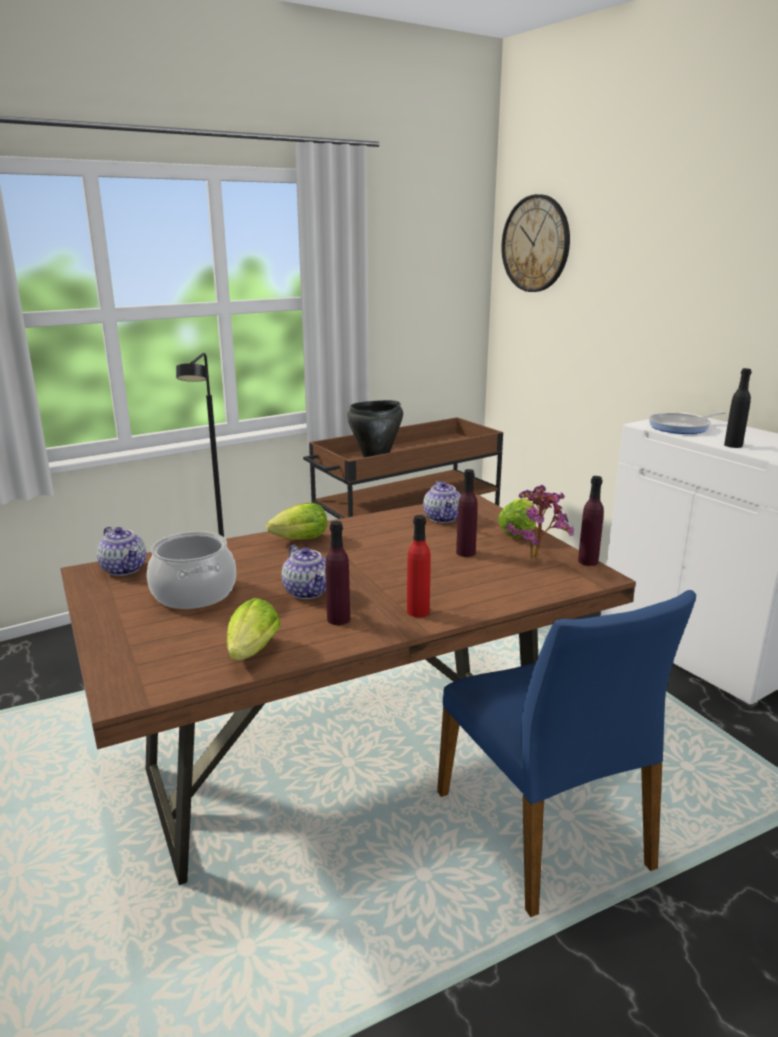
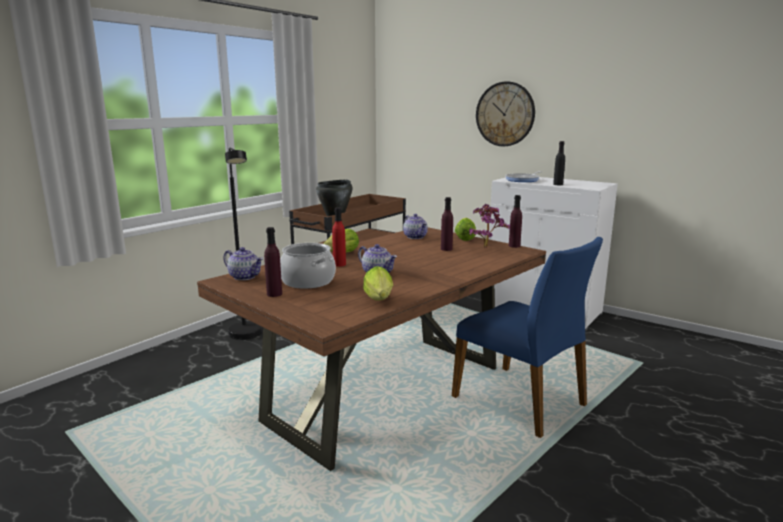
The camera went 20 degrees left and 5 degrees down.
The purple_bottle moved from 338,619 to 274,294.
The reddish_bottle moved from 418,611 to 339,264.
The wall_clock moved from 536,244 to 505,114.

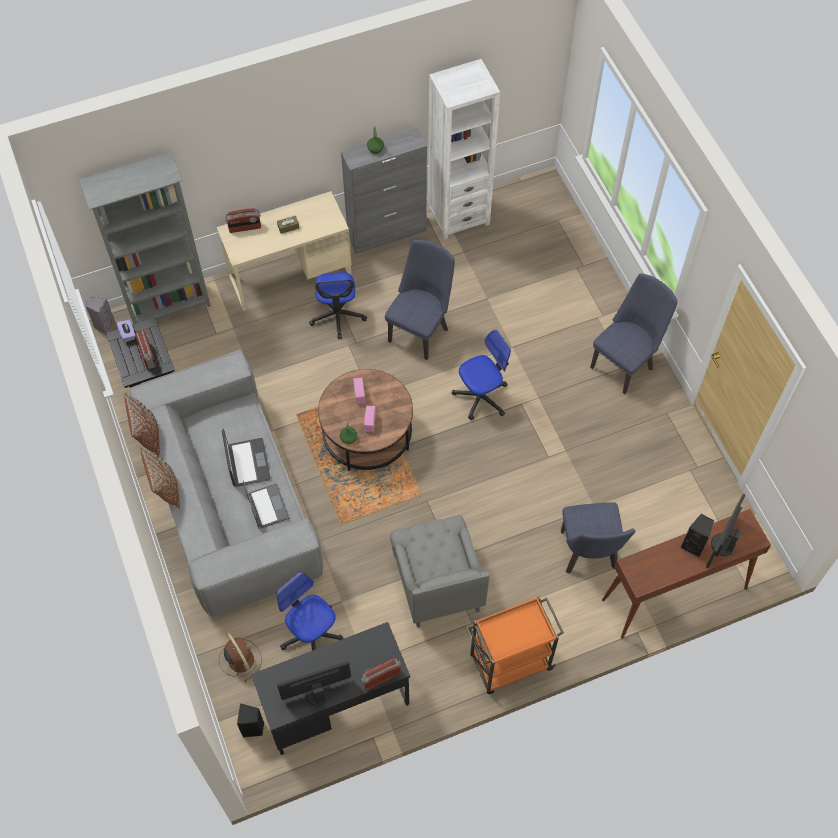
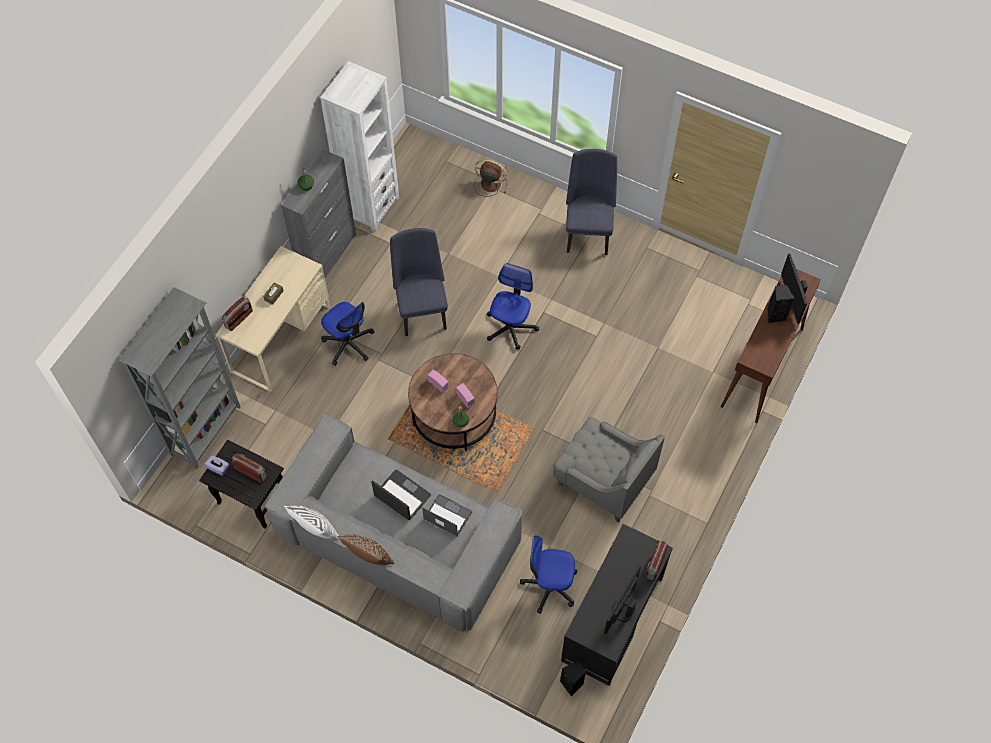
The camera went 40 degrees left and 0 degrees up.
The gray_speaker at 104,326 disappeared.
The brown-coloured_pillow at 148,435 became the white-coloured_pillow at 316,530.
The brown-coloured_electric_fan moved from 240,659 to 489,184.
The orange_trolley at 509,663 disappeared.
The blue-coloured_upright_chair at 589,555 disappeared.

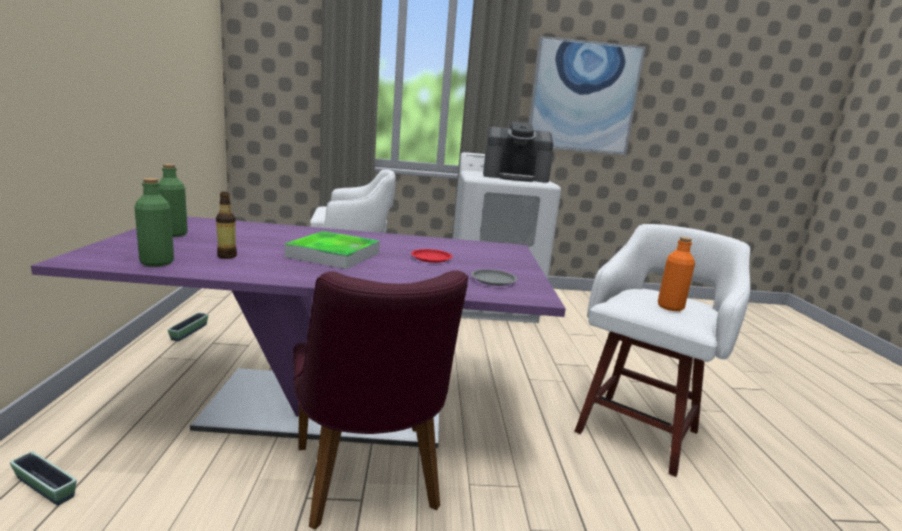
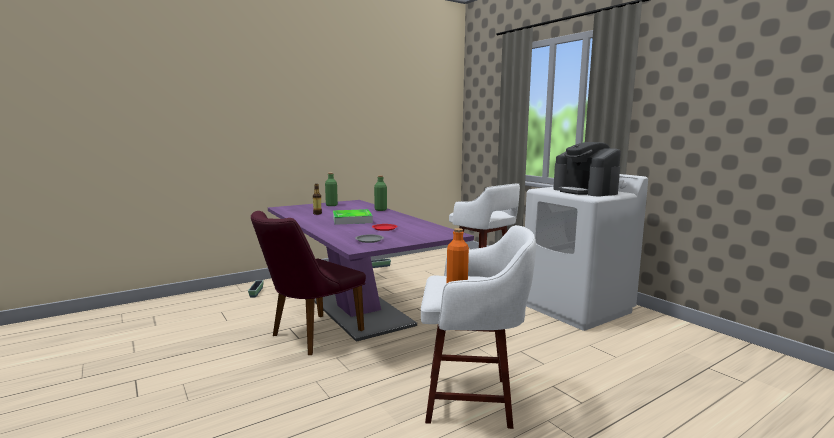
The camera went 60 degrees right and 5 degrees down.
The greenish_bottle moved from 157,263 to 380,210.
The picture at 583,97 disappeared.

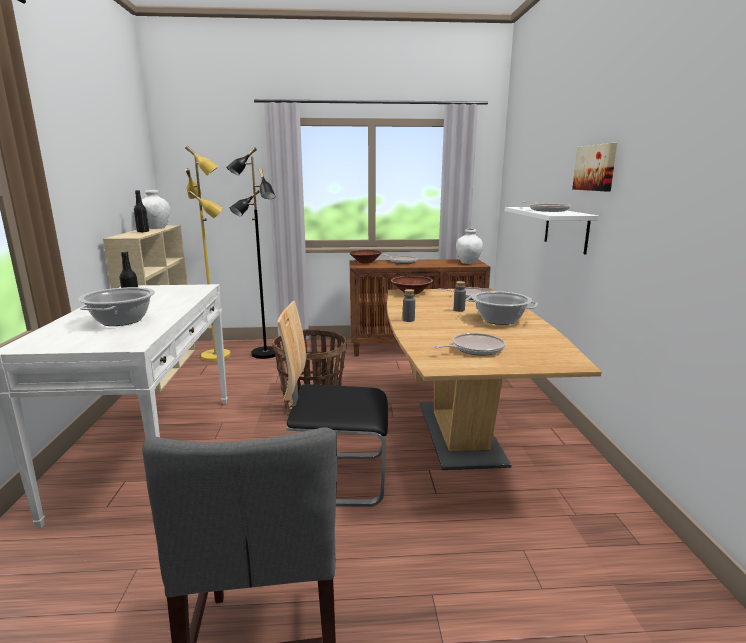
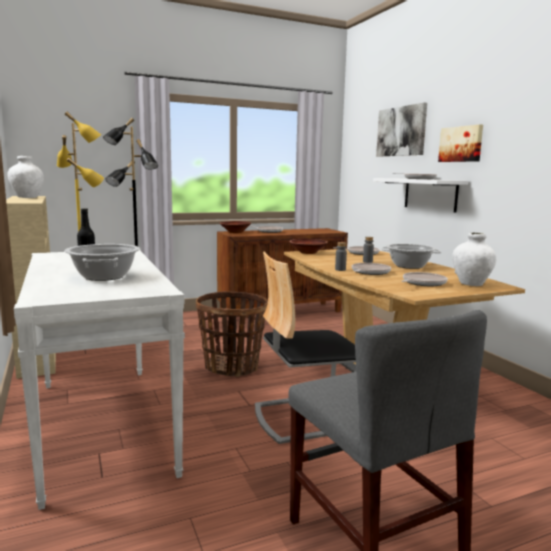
The camera went 20 degrees left and 5 degrees down.
The black_bottle at 143,232 disappeared.
The white-coloured_flower_vase moved from 468,263 to 471,284.
The frying_pan at 369,272 appeared.
The picture at 401,131 appeared.

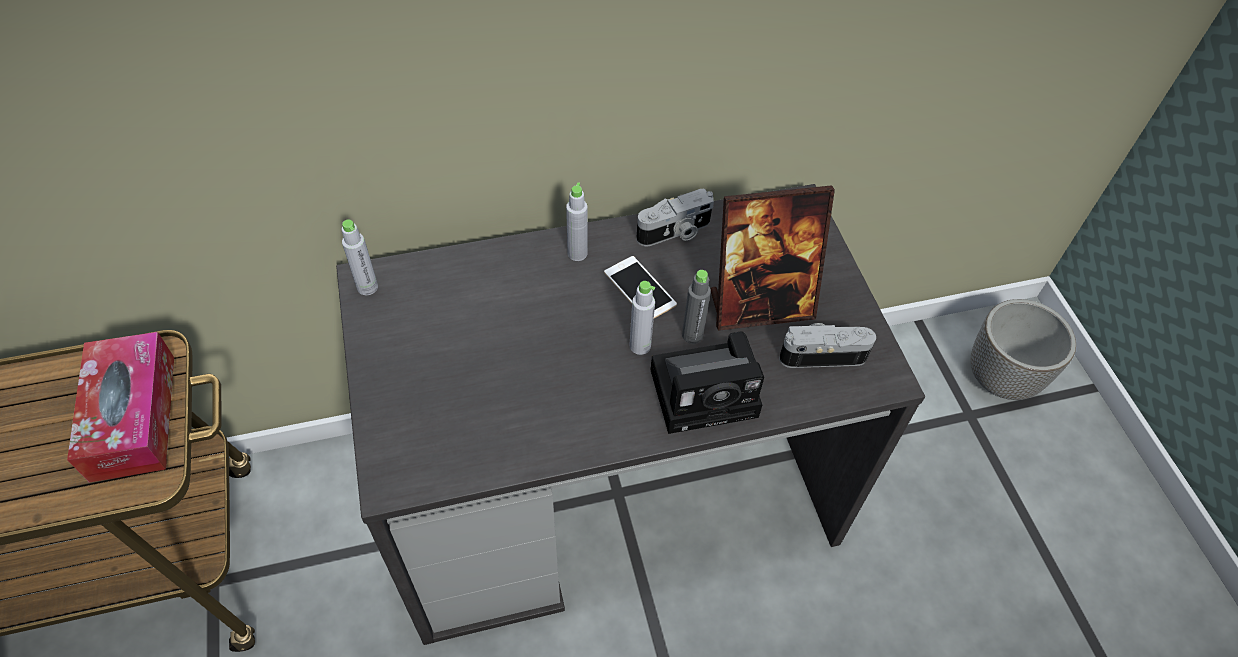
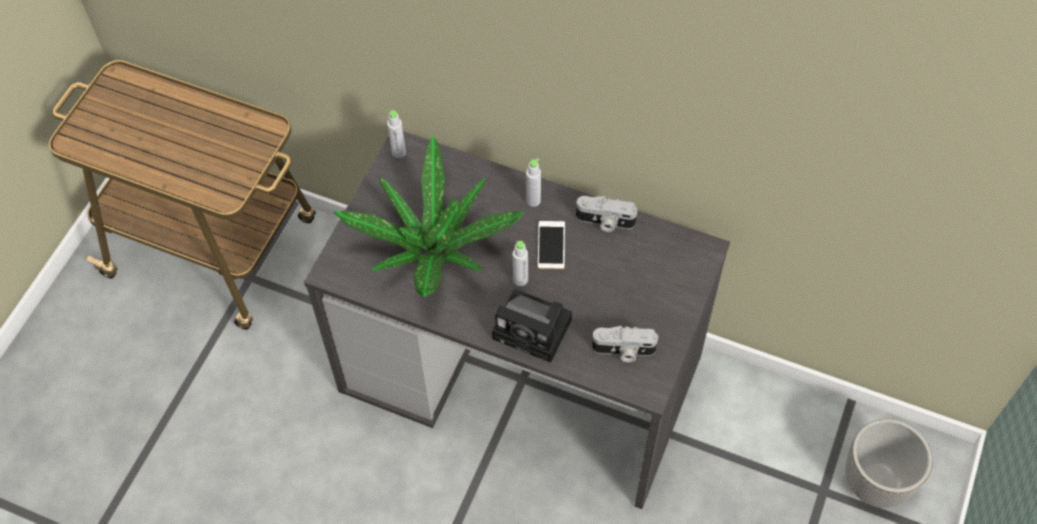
The camera went 40 degrees right and 5 degrees up.
The box_of_tissues at 133,417 disappeared.
The gray_bottle at 692,335 disappeared.
The standing_frame at 760,306 disappeared.
The photo_camera at 822,353 turned 150 degrees clockwise.
The plant_in_a_pot at 433,248 appeared.

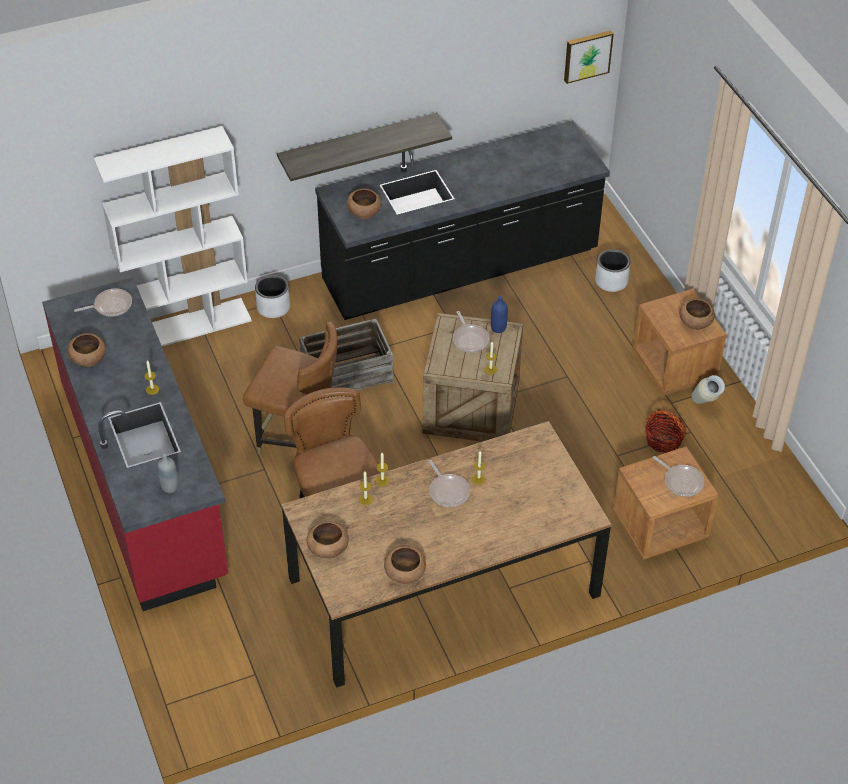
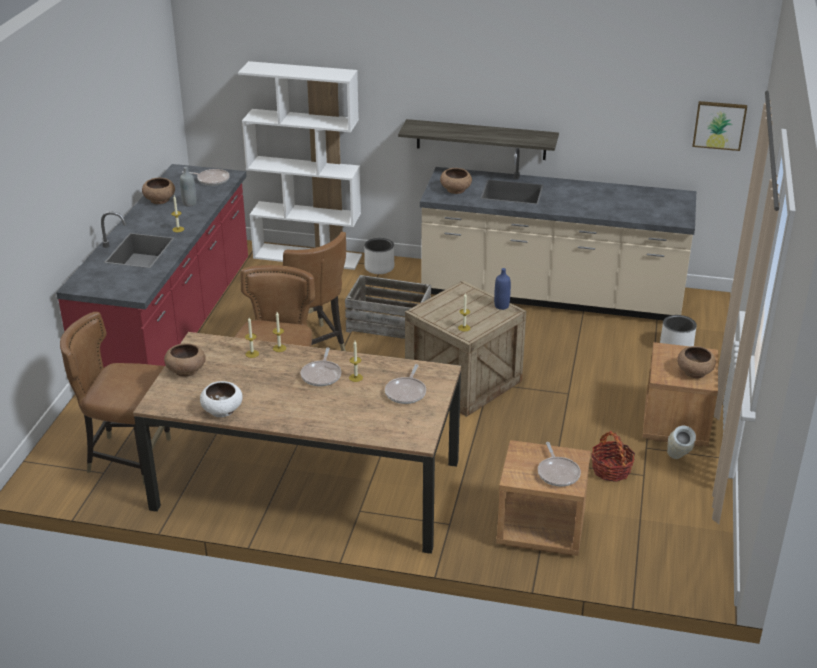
The camera went 35 degrees right and 15 degrees down.
The gray_bottle moved from 170,487 to 189,203.
The black_kitchen_counter at 460,268 became the beige_kitchen_counter at 551,295.
The brown-coloured_serving_bowl at 405,573 became the white-coloured_serving_bowl at 222,410.
The frying_pan moved from 470,339 to 406,392.
The brown-coloured_upright_chair at 129,457 appeared.

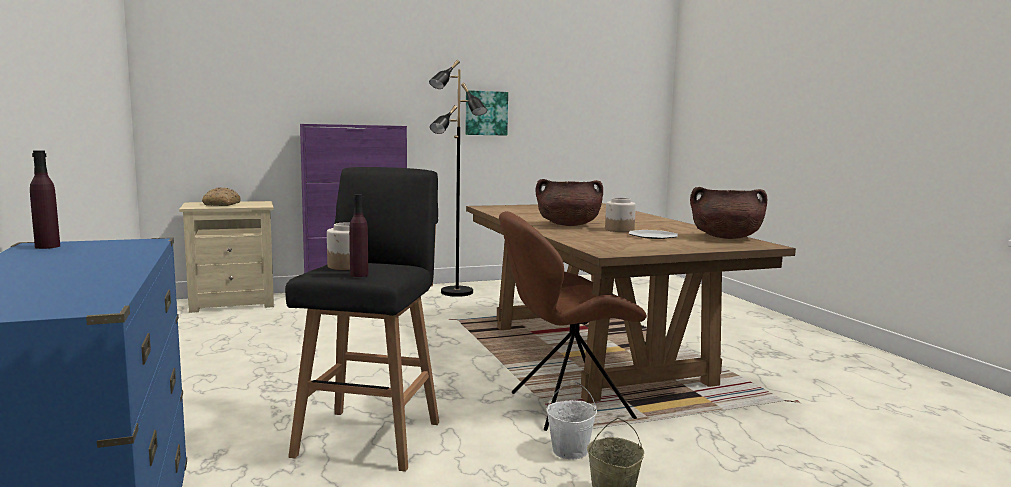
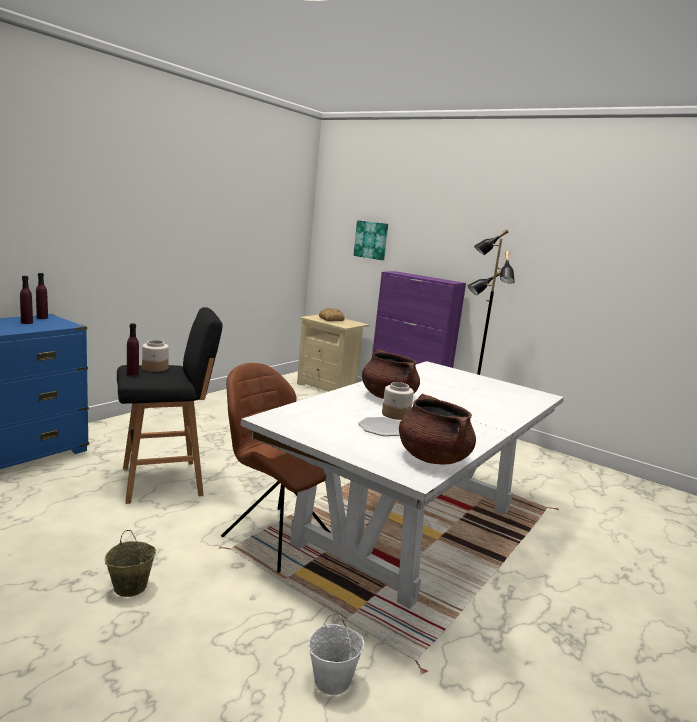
The camera went 55 degrees right and 5 degrees up.
The picture moved from 486,113 to 371,240.
The brown-coloured_kitchen_table at 594,353 became the white-coloured_kitchen_table at 409,525.
The white-coloured_water_bucket moved from 570,451 to 333,680.
The purple_bottle at 27,322 appeared.

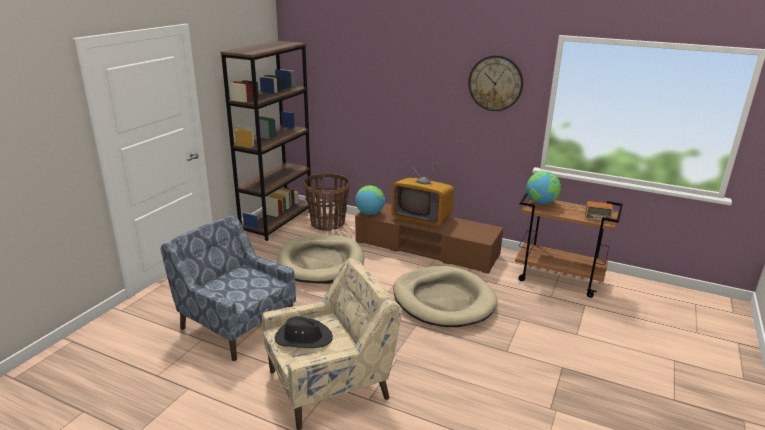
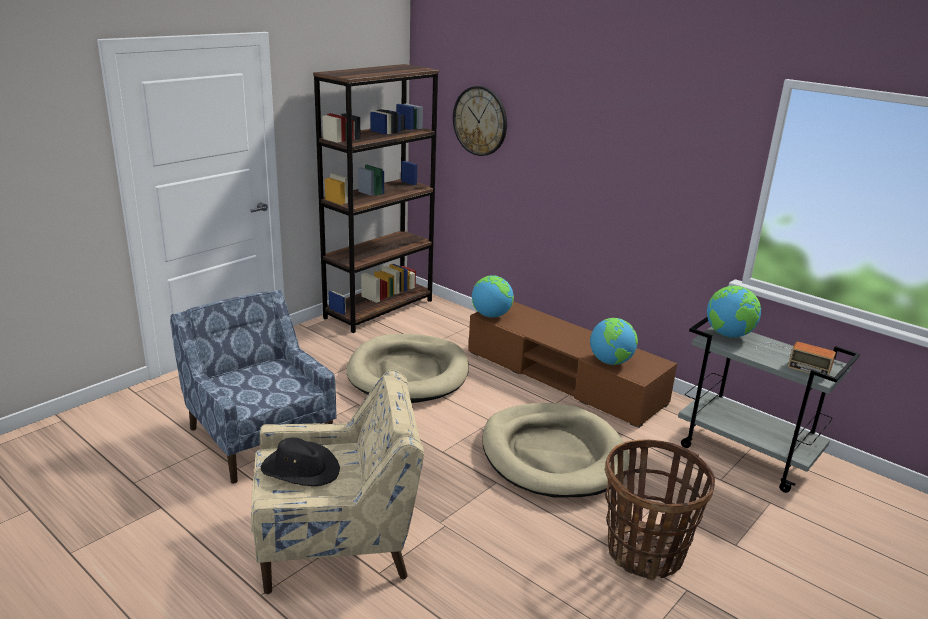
The camera went 15 degrees right and 0 degrees up.
The basket moved from 328,223 to 645,552.
The television at 422,217 disappeared.
The wall_clock moved from 495,83 to 480,121.
The brown-coloured_trolley at 559,278 became the gray_trolley at 747,454.
The globe at 611,362 appeared.

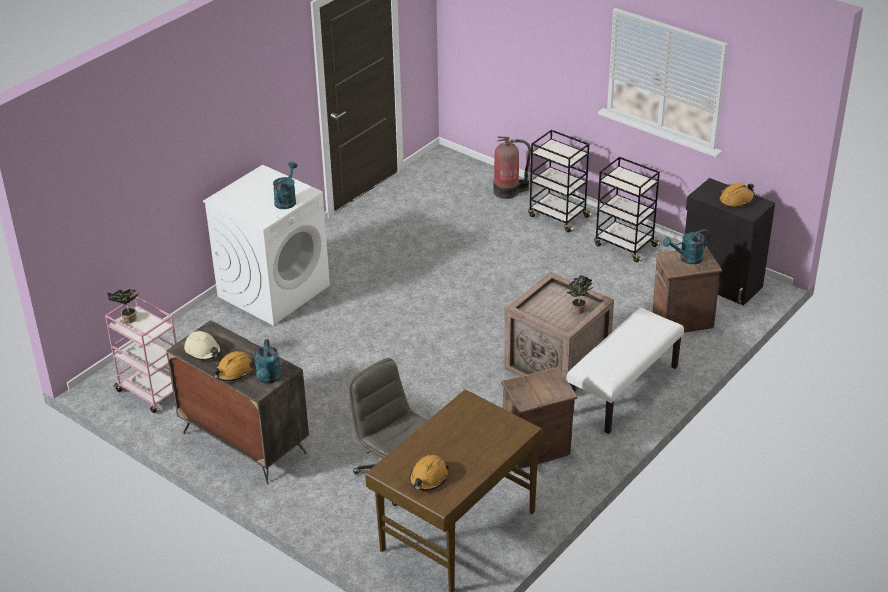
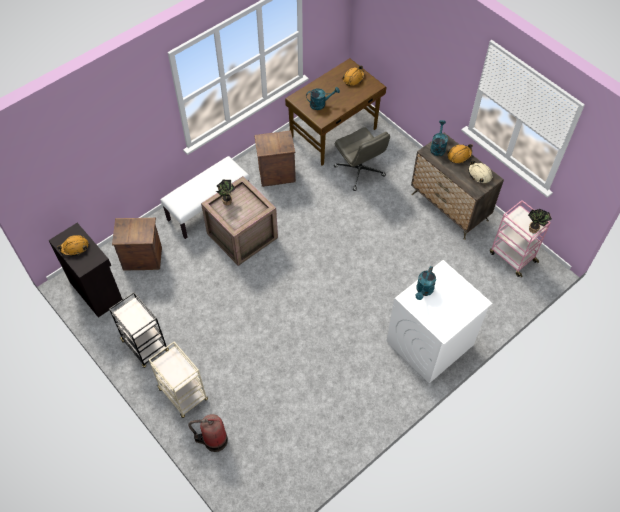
The camera went 170 degrees left and 20 degrees up.
The black_trolley at 557,216 became the beige_trolley at 183,395.
The turquoise_watering_pot moved from 687,259 to 320,104.

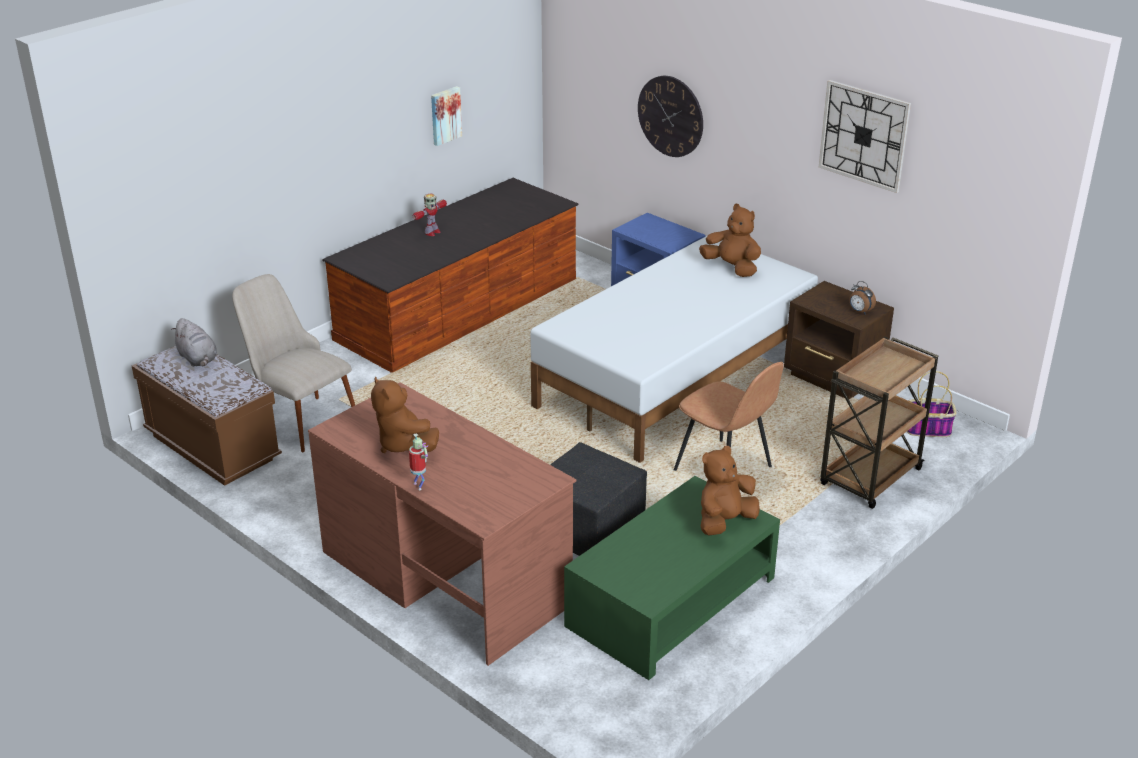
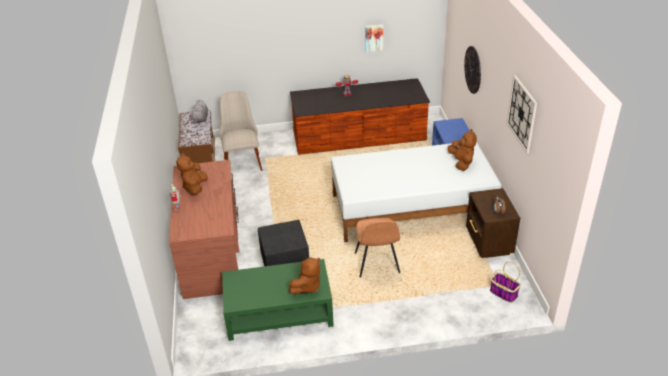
The camera went 40 degrees right and 5 degrees up.
The brown-coloured_plush_toy at 724,522 turned 135 degrees clockwise.
The brown-coloured_trolley at 869,478 disappeared.

